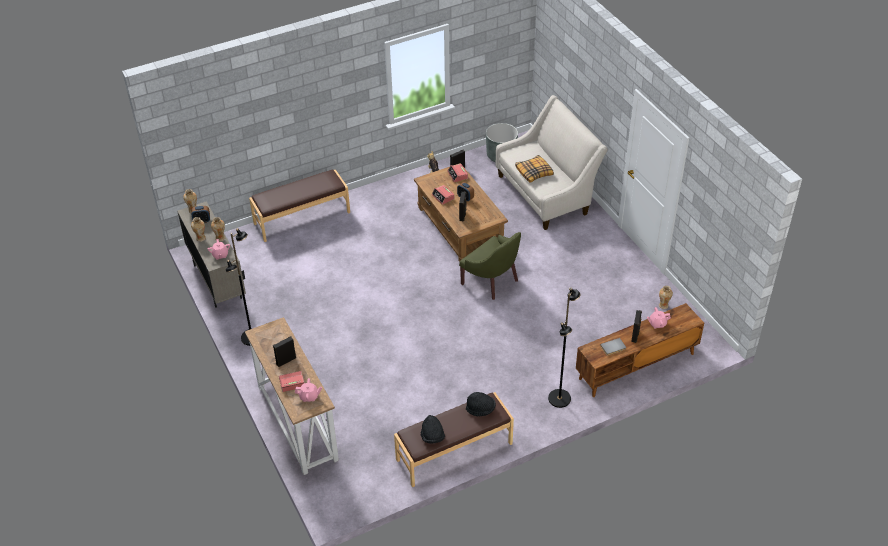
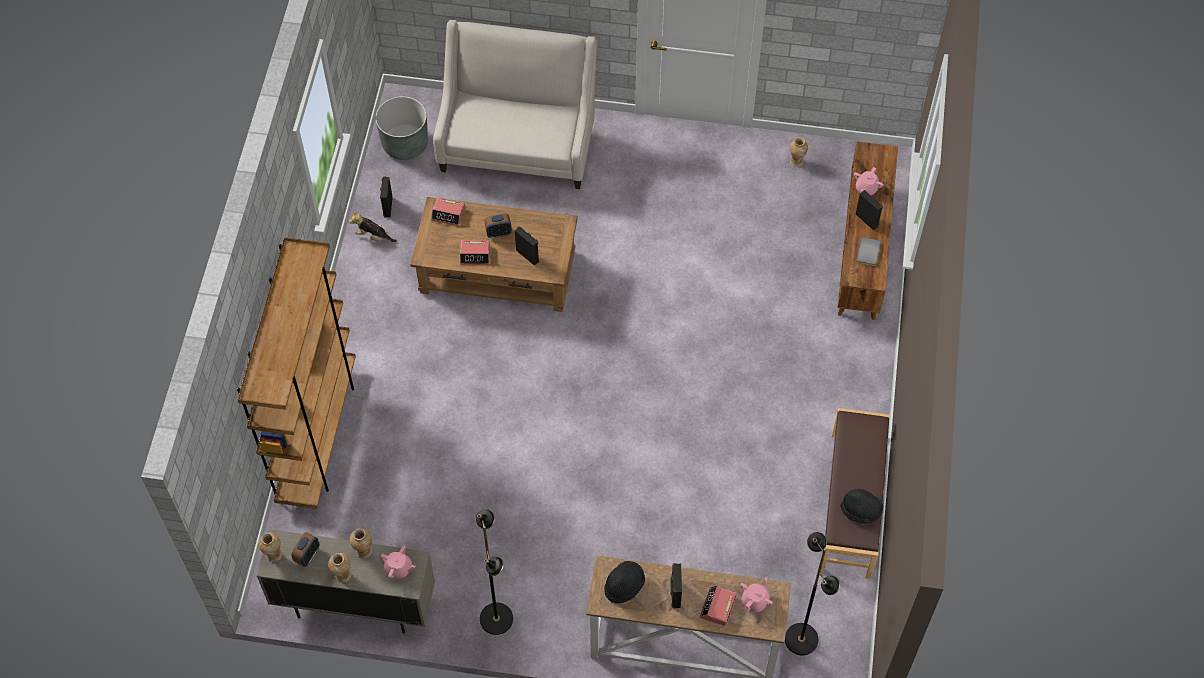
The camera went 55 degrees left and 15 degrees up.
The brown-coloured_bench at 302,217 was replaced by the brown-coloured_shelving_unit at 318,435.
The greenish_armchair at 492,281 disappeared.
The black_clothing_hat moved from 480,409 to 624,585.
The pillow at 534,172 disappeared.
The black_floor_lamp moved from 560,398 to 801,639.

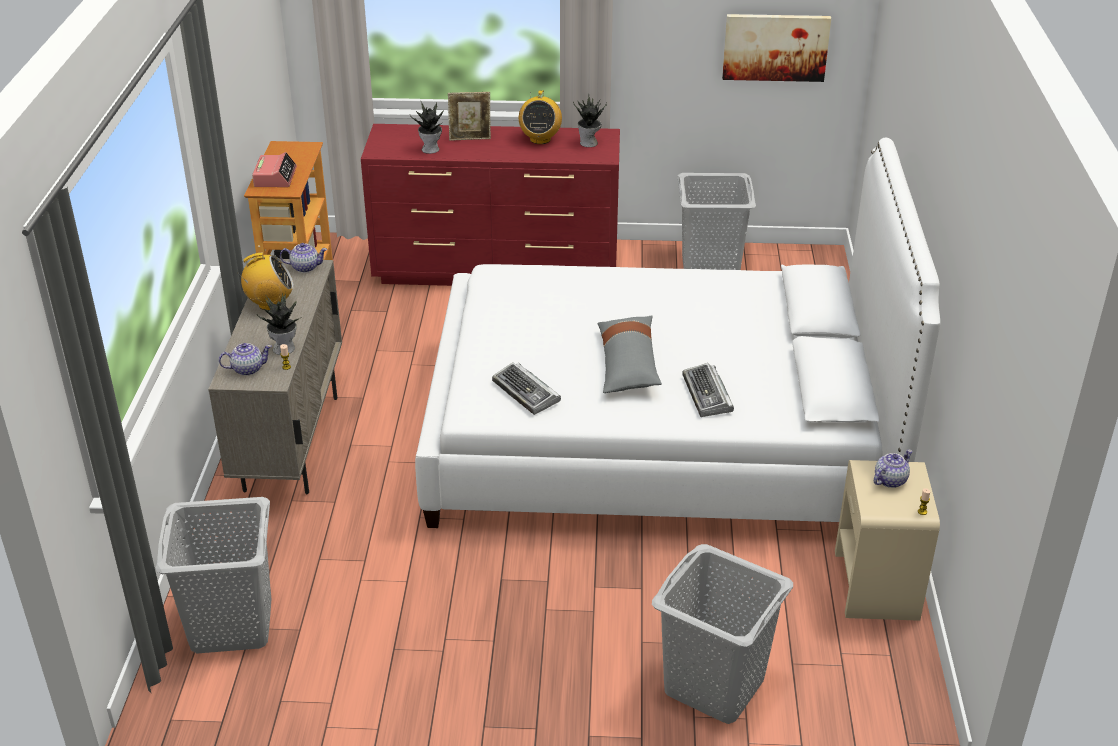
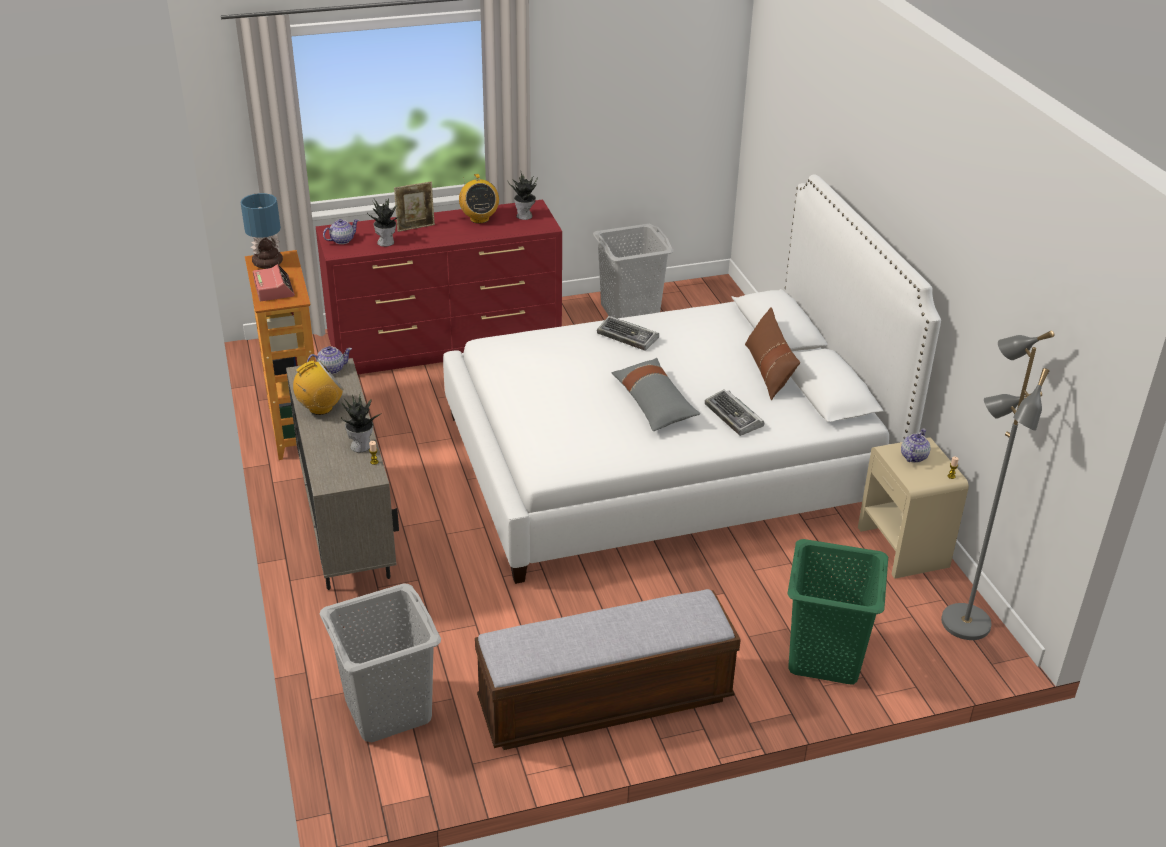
The camera went 20 degrees left and 0 degrees up.
The pot_for_tea moved from 247,369 to 341,240.
The computer_keyboard moved from 526,393 to 628,337.
The gray_washing_basket at 714,686 became the greenish_washing_basket at 825,658.
The picture at 775,47 disappeared.
The tabletop_lamp at 267,263 appeared.
The bench at 605,702 appeared.
The brown-coloured_pillow at 769,370 appeared.
The gray_floor_lamp at 963,623 appeared.

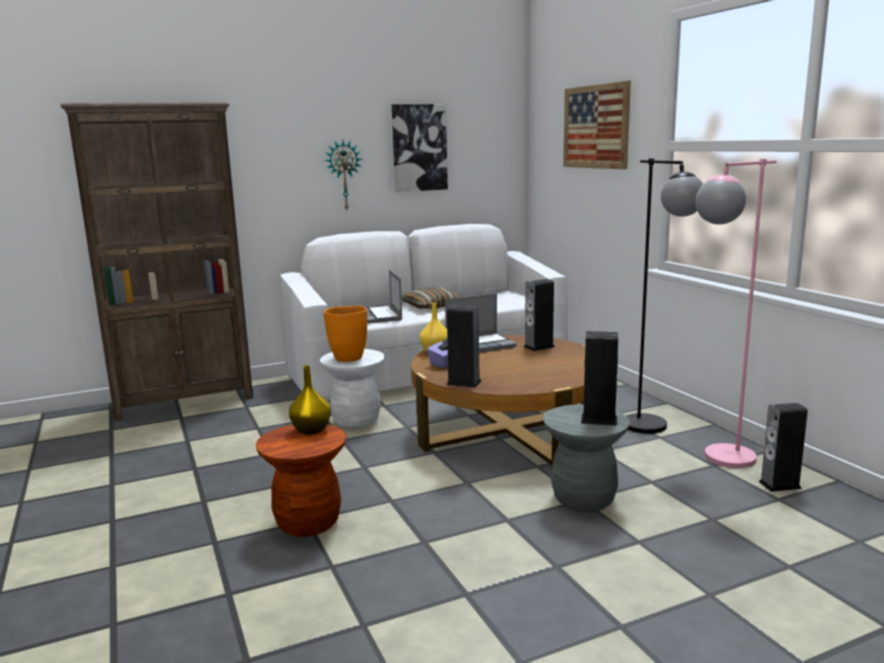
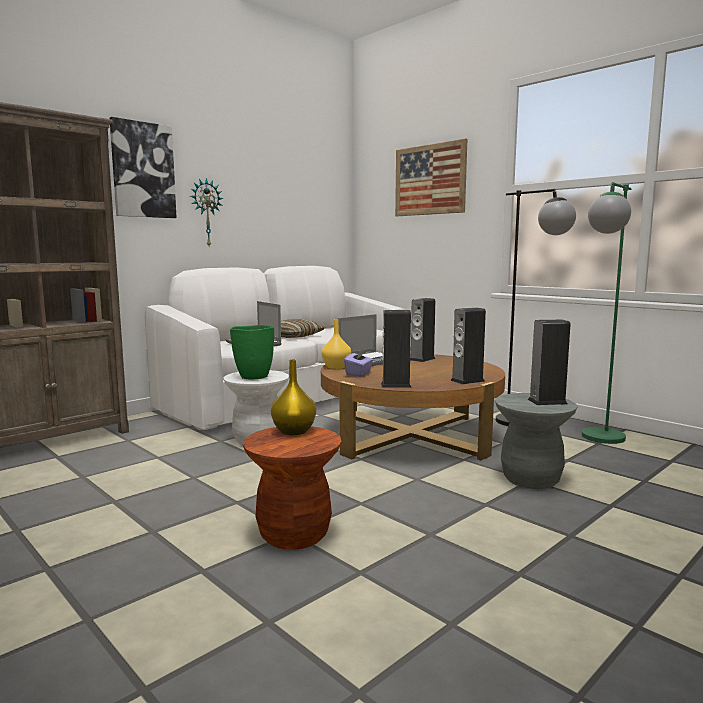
The camera went 20 degrees left and 5 degrees down.
The orange_flower_vase at 348,358 became the greenish_flower_vase at 253,377.
The picture moved from 419,148 to 143,170.
The pink-coloured_floor_lamp at 718,462 became the greenish_floor_lamp at 598,440.
The speaker moved from 779,485 to 467,381.

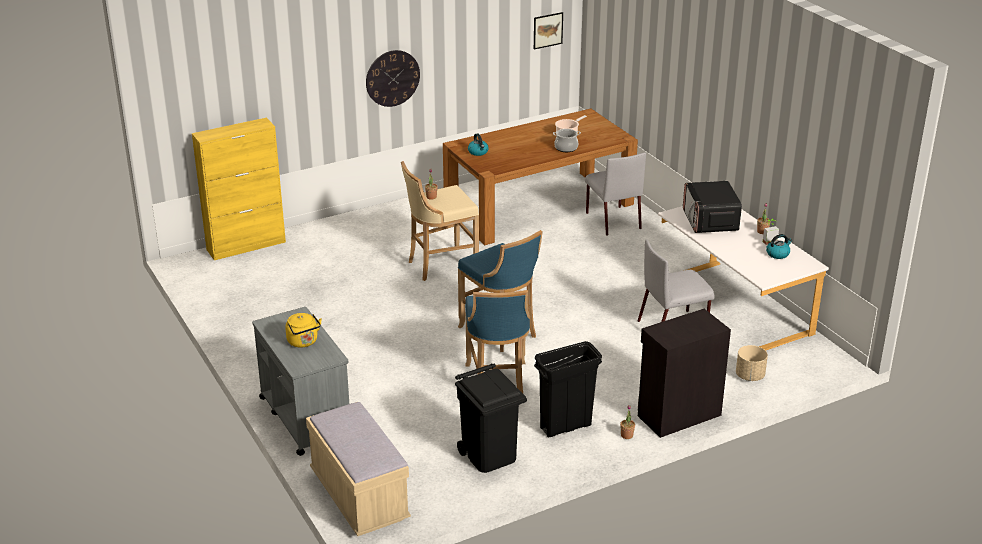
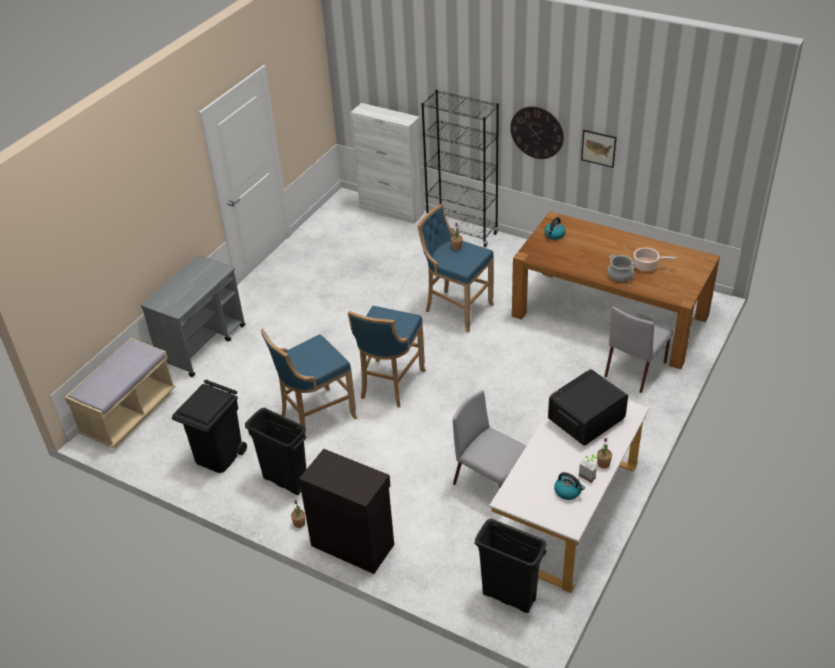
The camera went 60 degrees right and 10 degrees up.
The yellow_cupboard at 246,246 became the white-coloured_cupboard at 391,210.
The yellow_kettle at 303,342 disappeared.
The beige_sitting_stool at 440,265 became the blue-coloured_sitting_stool at 456,309.
The picture moved from 548,30 to 598,148.
The beige_flower_pot at 749,376 disappeared.
The black_shelving_unit at 462,232 appeared.
The black_rubbish_bin at 509,596 appeared.

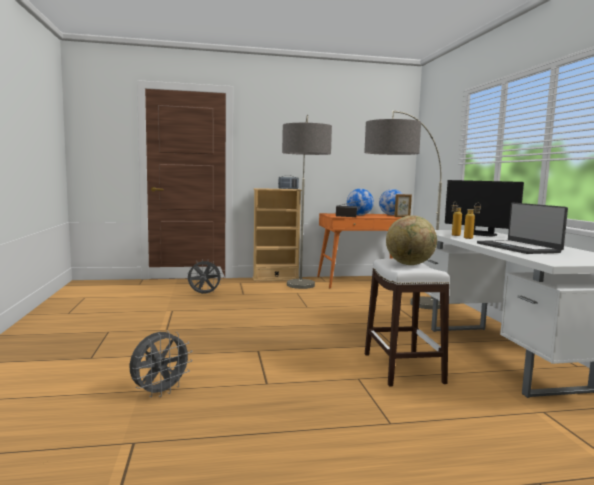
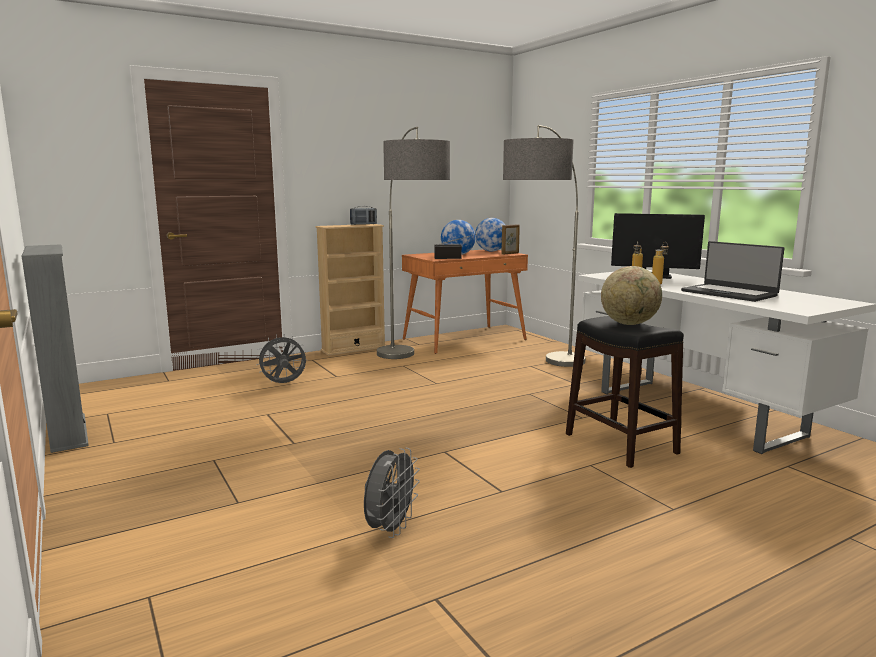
The camera went 20 degrees left and 5 degrees up.
The white-coloured_sitting_stool at 402,368 became the black_sitting_stool at 620,444.
The gray_shelving_unit at 68,433 appeared.

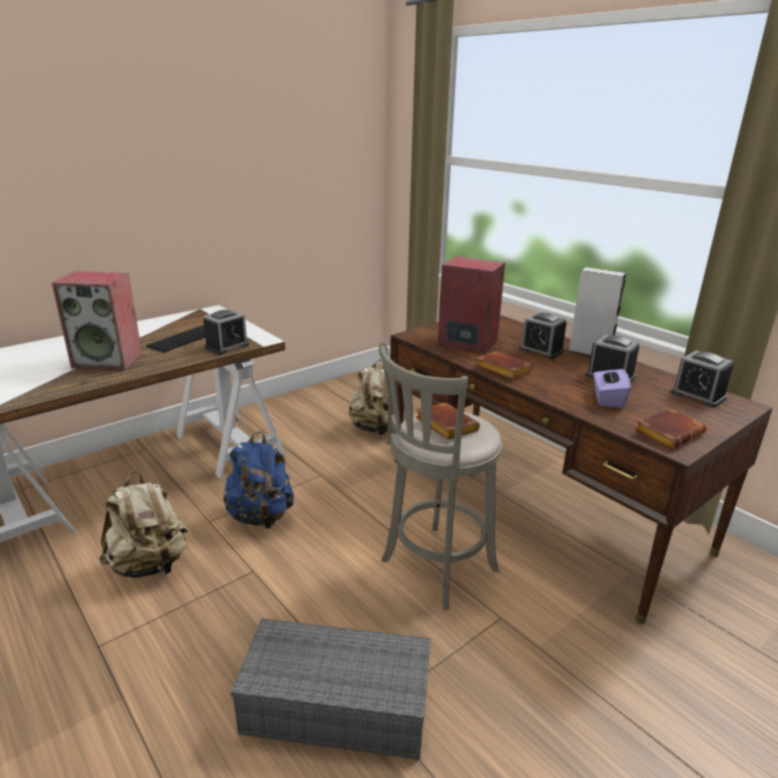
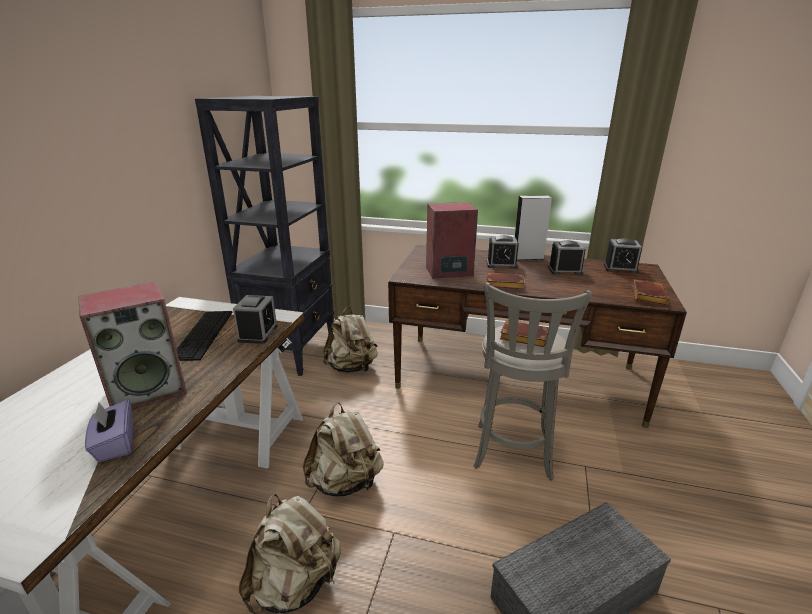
The camera went 35 degrees left and 0 degrees up.
The blue-coloured_rucksack at 261,516 became the beige_rucksack at 345,482.
The purple_box_of_tissues moved from 607,399 to 115,444.
The black_shelving_unit at 292,350 appeared.

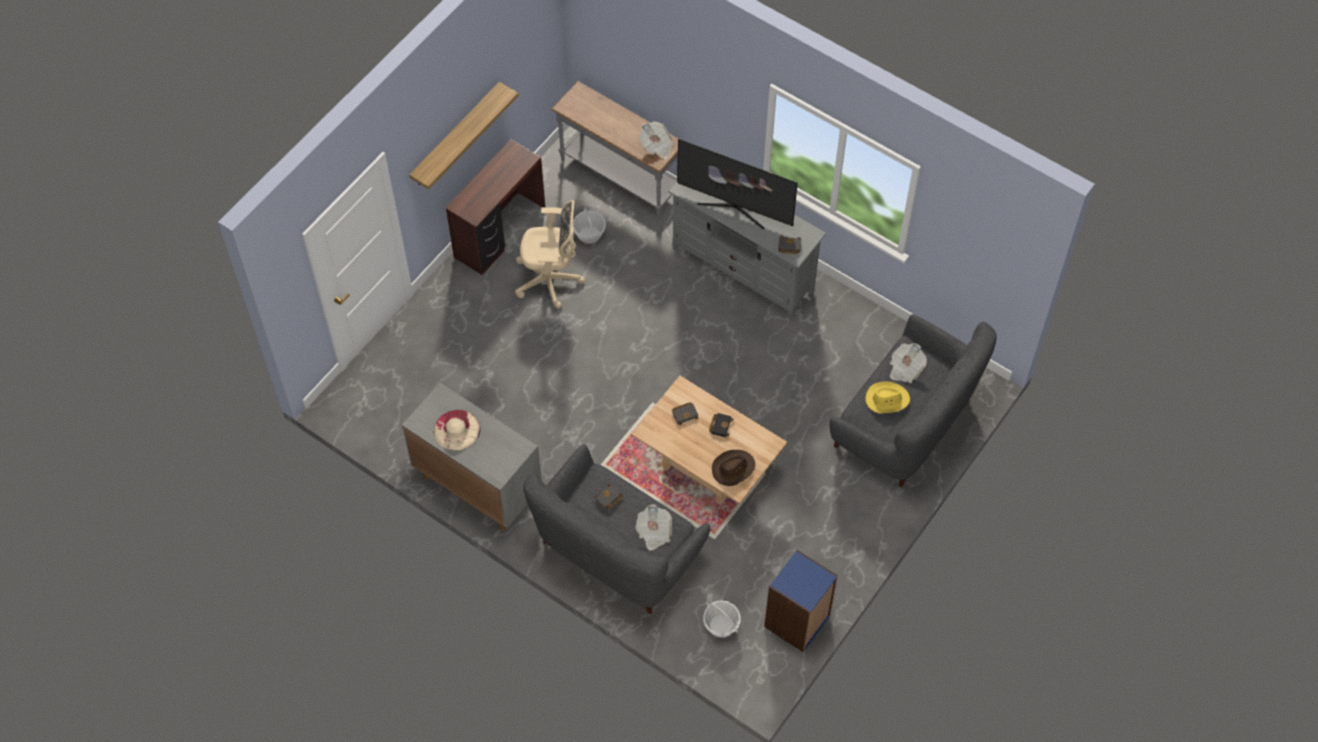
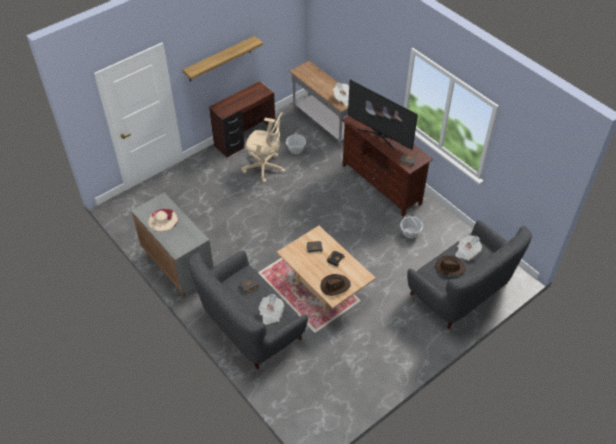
The camera went 15 degrees right and 10 degrees down.
The gray_tv_unit at 743,269 became the brown-coloured_tv_unit at 381,184.
The basket moved from 721,626 to 410,233.
The blue-coloured_shelving_unit at 797,622 disappeared.
The yellow_clothing_hat at 887,399 became the brown-coloured_clothing_hat at 449,267.

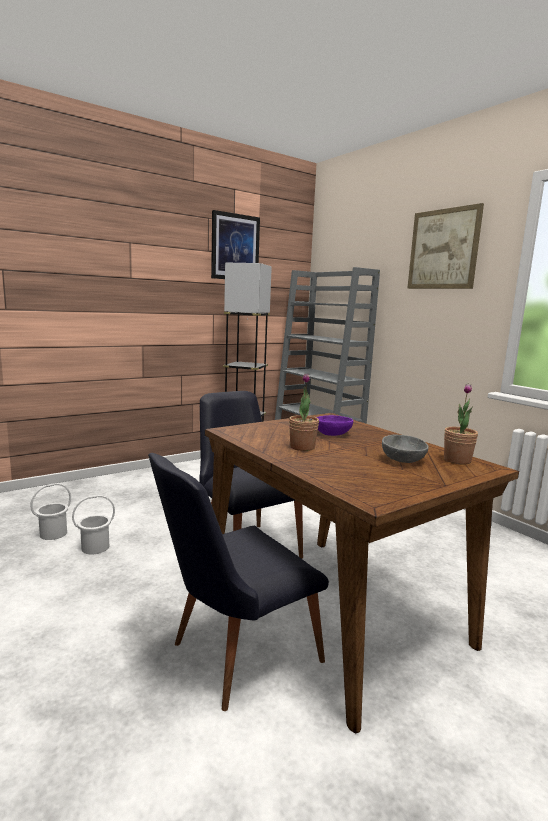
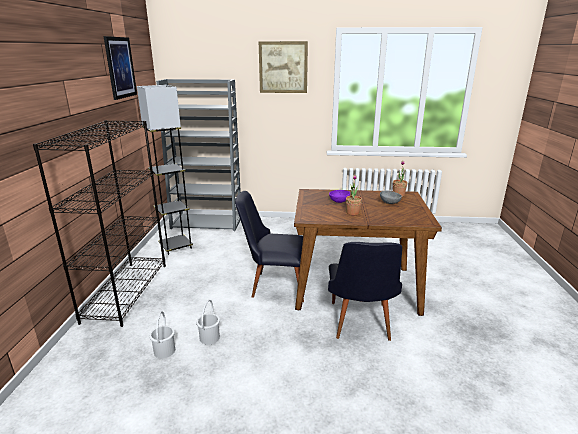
The camera went 50 degrees left and 10 degrees up.
The black_shelving_unit at 127,291 appeared.

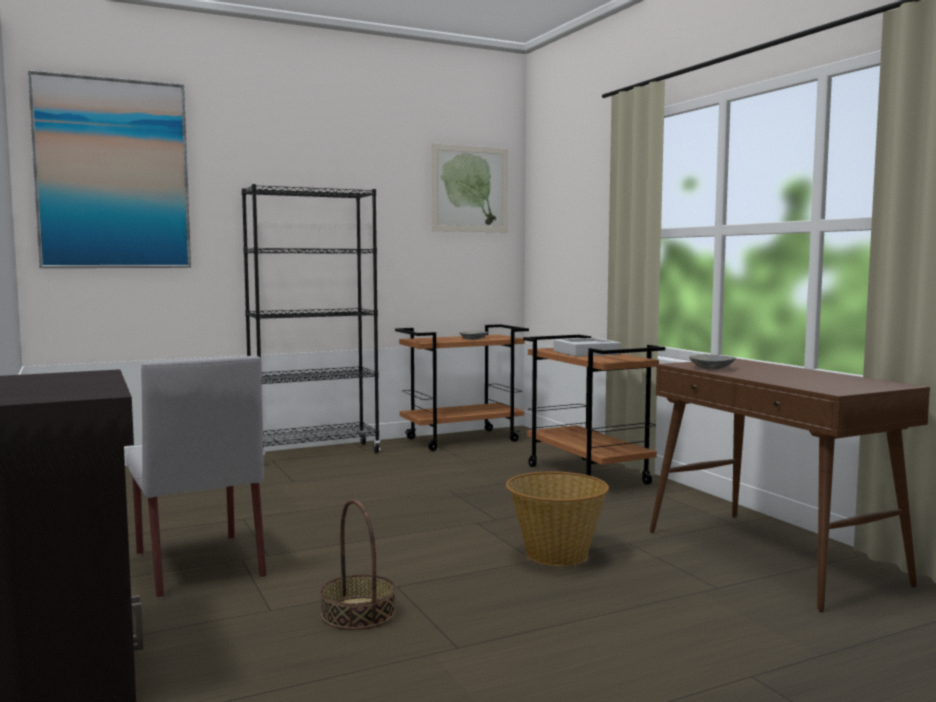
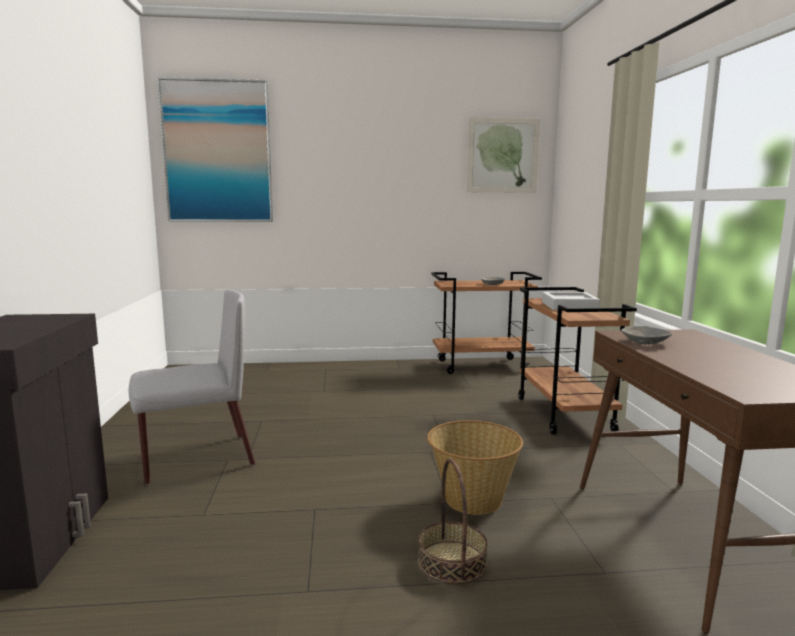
The camera went 20 degrees right and 5 degrees up.
The gray_upright_chair at 198,564 turned 105 degrees counterclockwise.
The black_shelving_unit at 315,454 disappeared.
The basket moved from 358,613 to 451,561.

